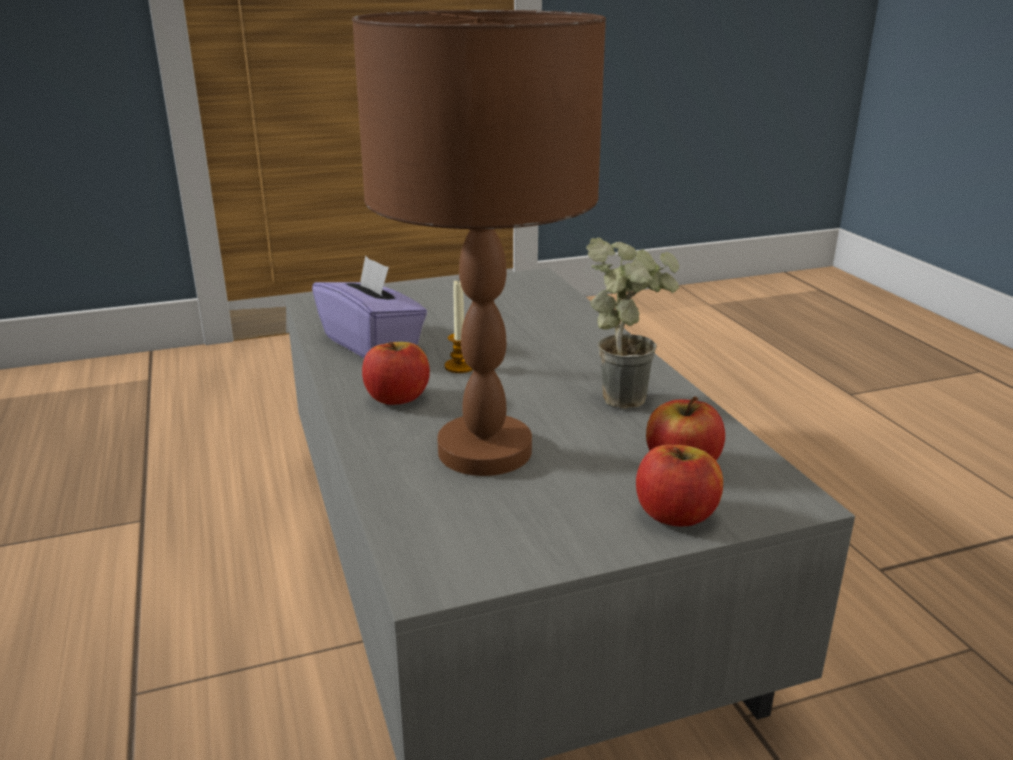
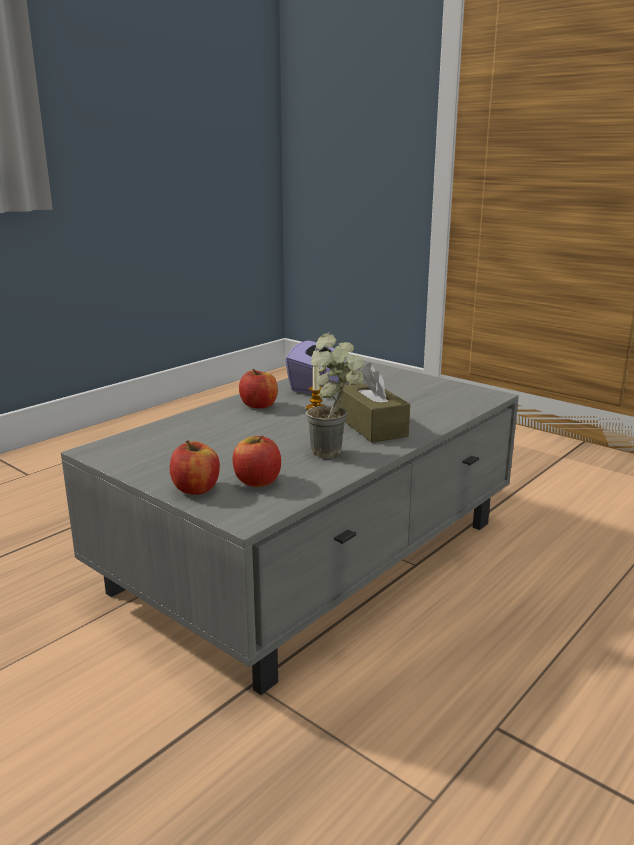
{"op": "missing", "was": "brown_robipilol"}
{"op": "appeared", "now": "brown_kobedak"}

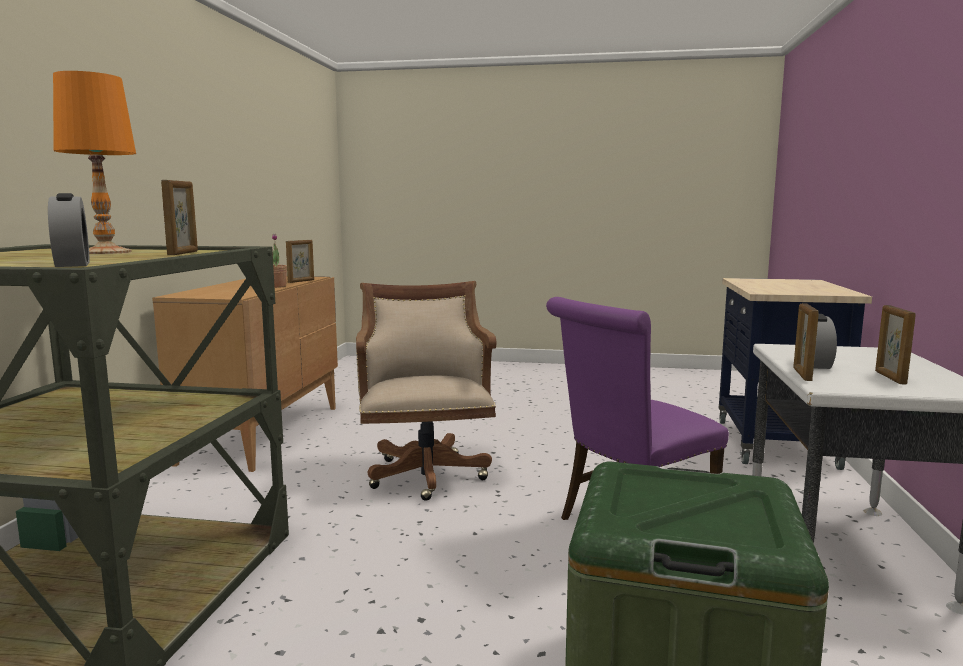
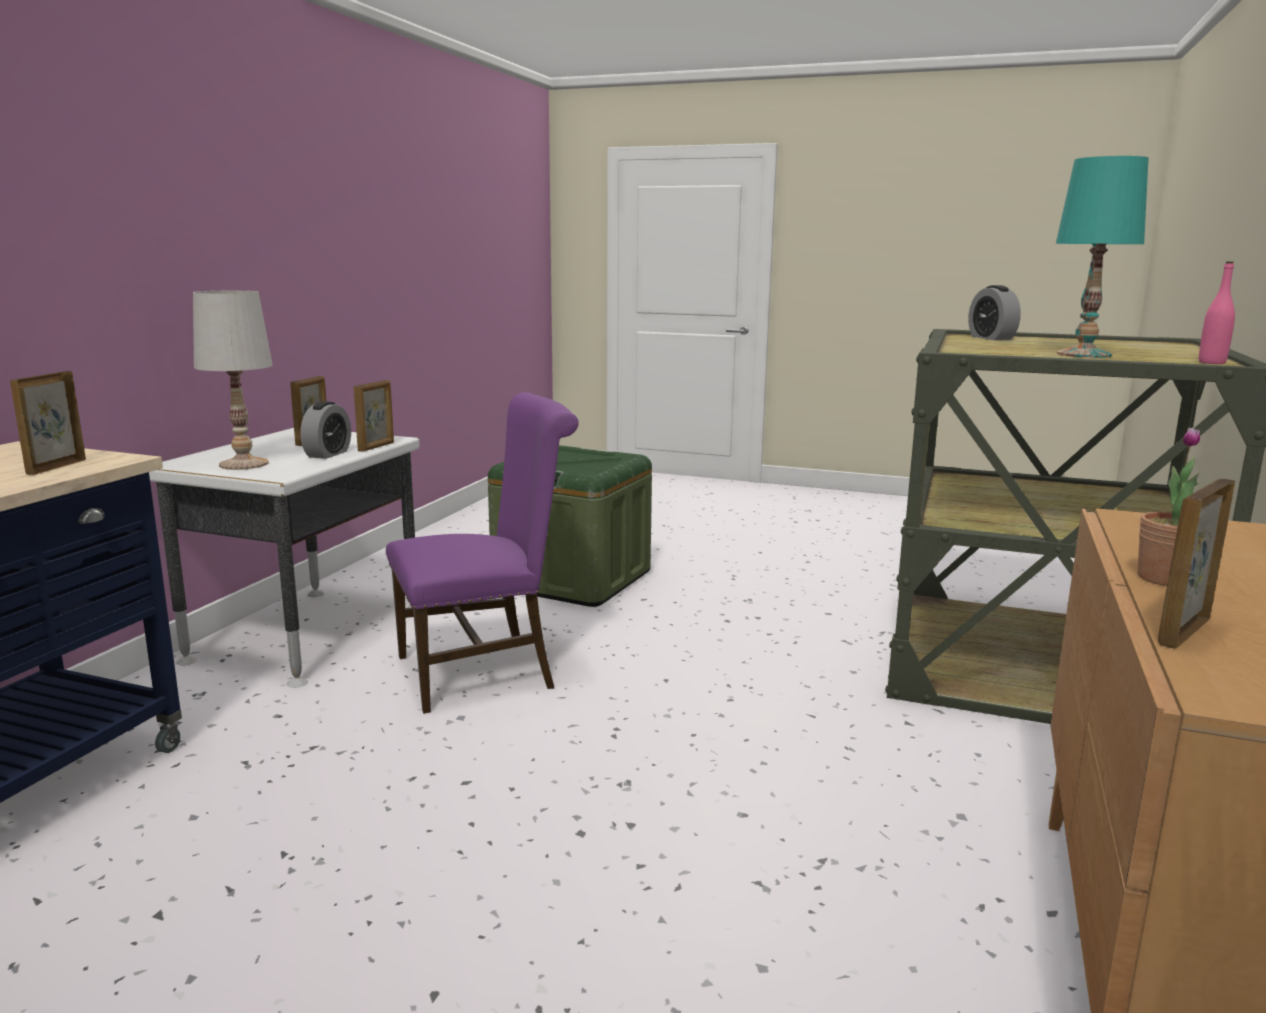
{"op": "colour", "was": "orange_robipilol", "now": "turquoise_robipilol"}
{"op": "relocated", "was": "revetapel (no. 1 from left)"}
{"op": "missing", "was": "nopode"}
{"op": "appeared", "now": "white_robipilol"}
{"op": "appeared", "now": "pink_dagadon"}

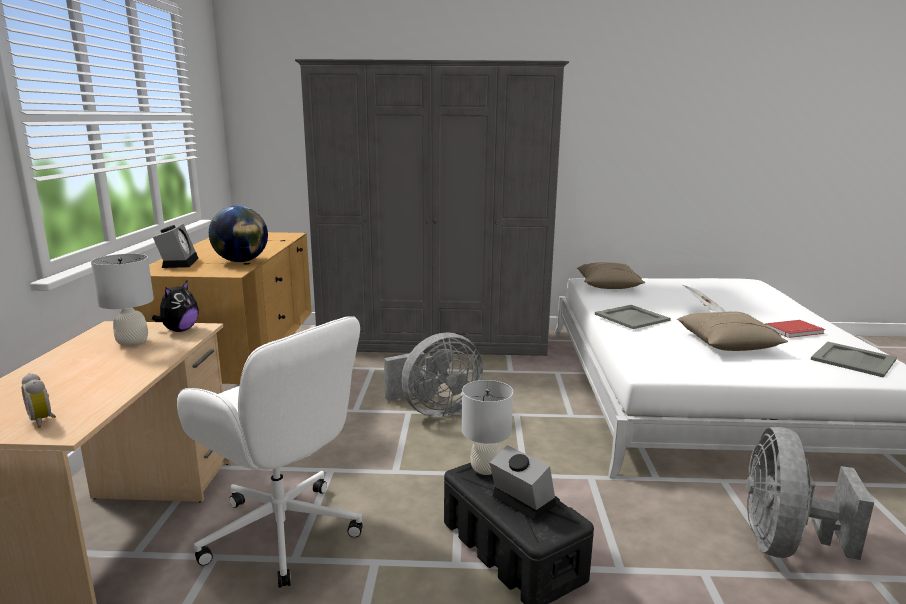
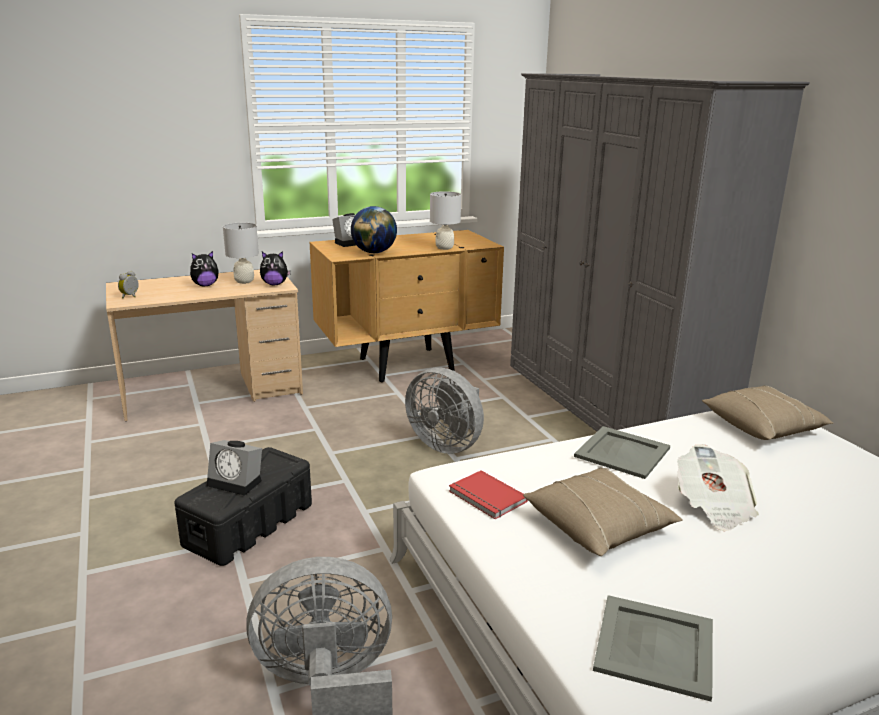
{"op": "missing", "was": "white_nopode"}
{"op": "relocated", "was": "grey_robipilol (no. 2 from left)"}
{"op": "spun", "was": "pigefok (no. 3 from left in the first image)", "clockwise": 90}
{"op": "relocated", "was": "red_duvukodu"}
{"op": "appeared", "now": "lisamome (no. 1 from left)"}

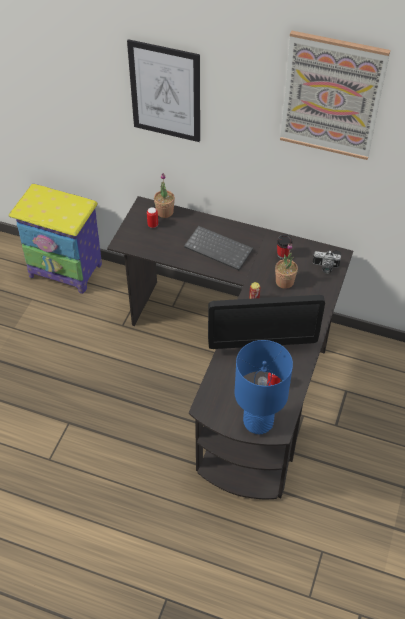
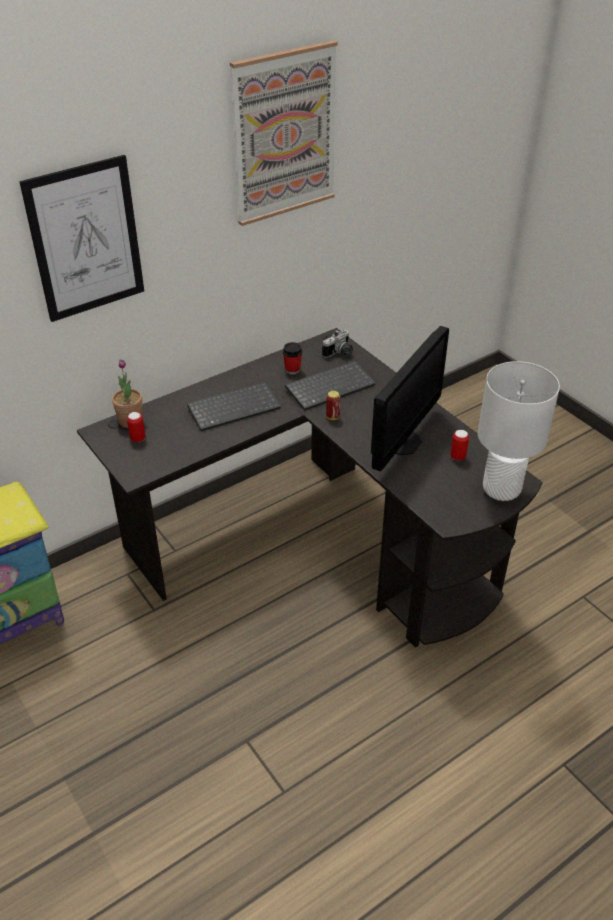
{"op": "colour", "was": "blue_robipilol", "now": "white_robipilol"}
{"op": "exchanged", "was": "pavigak (no. 2 from left)", "now": "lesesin (no. 2 from left)"}

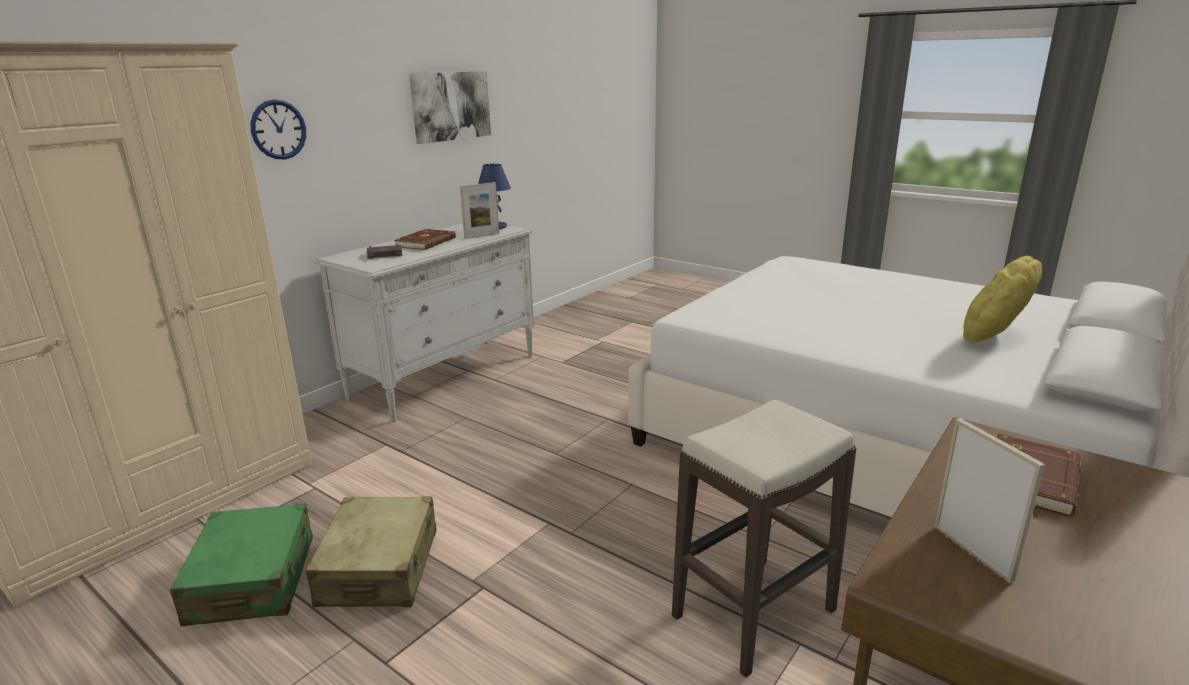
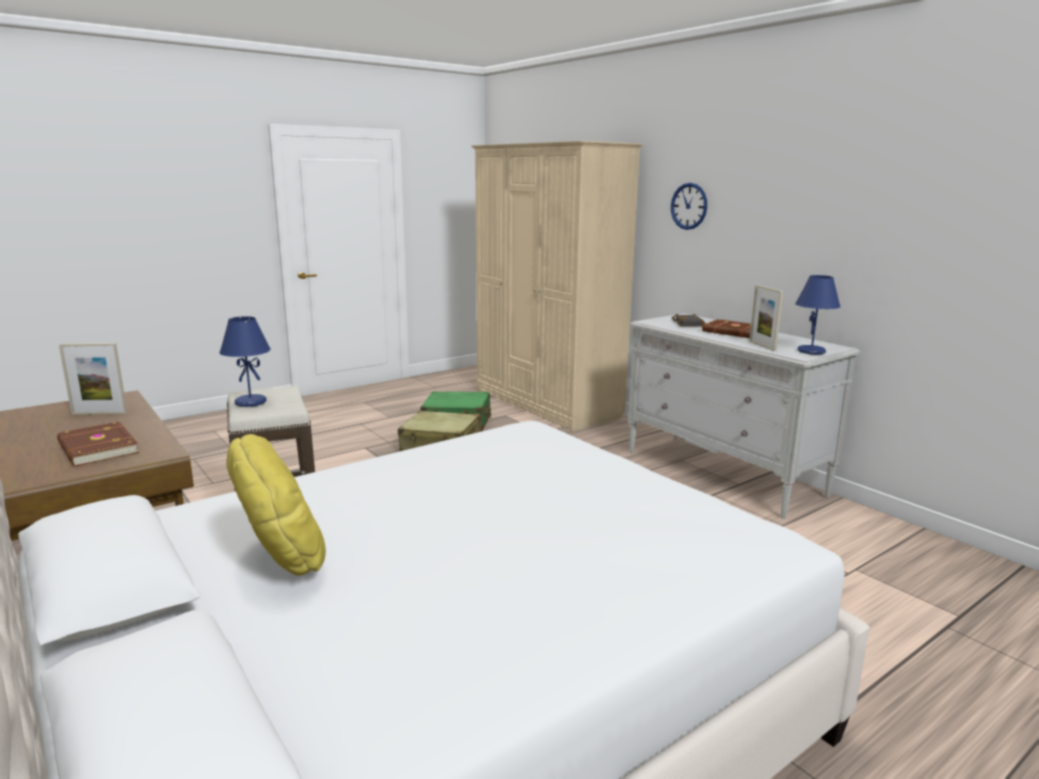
{"op": "missing", "was": "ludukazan"}
{"op": "appeared", "now": "blue_robipilol (no. 1 from left)"}

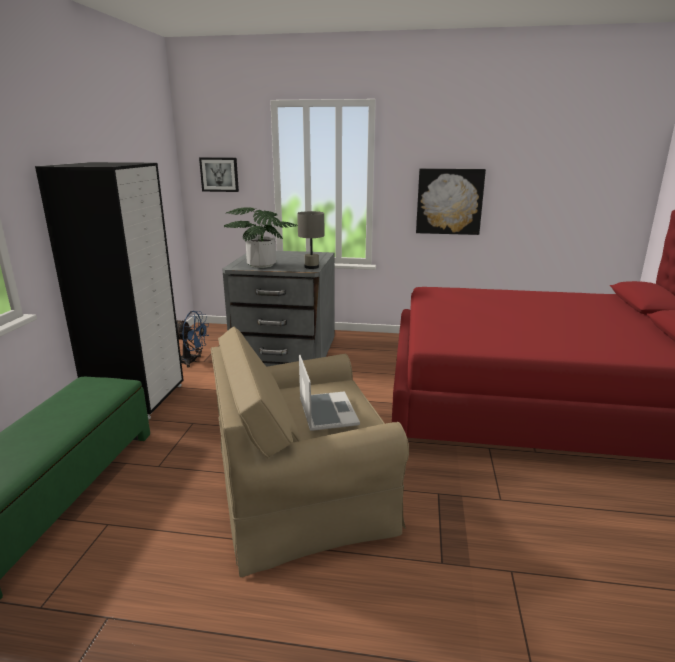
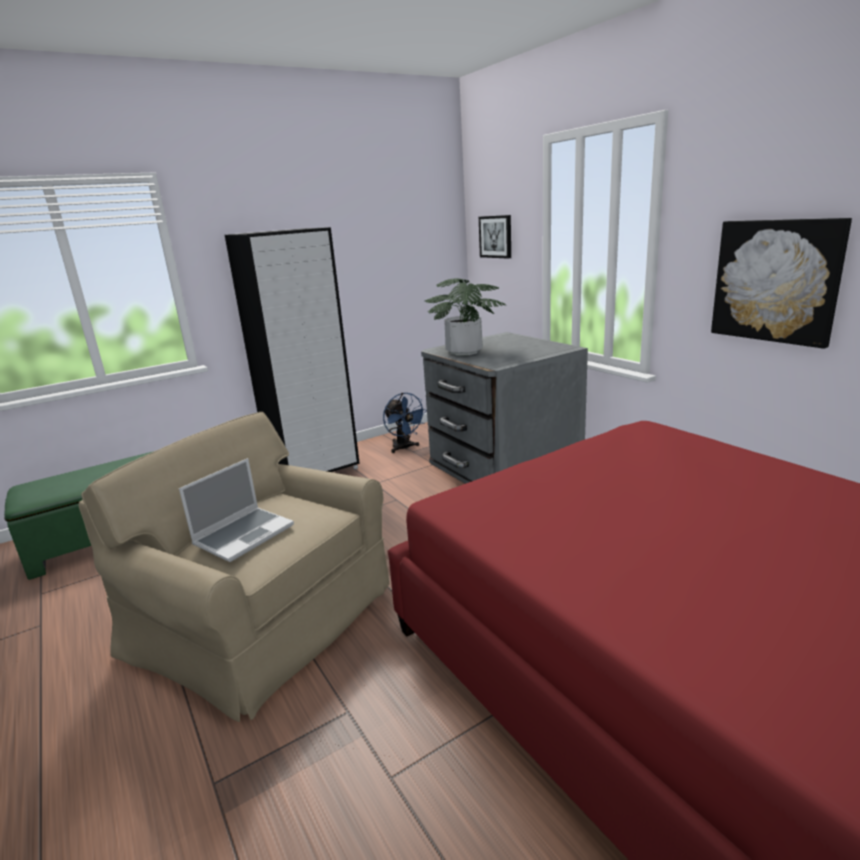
{"op": "missing", "was": "grey_robipilol"}

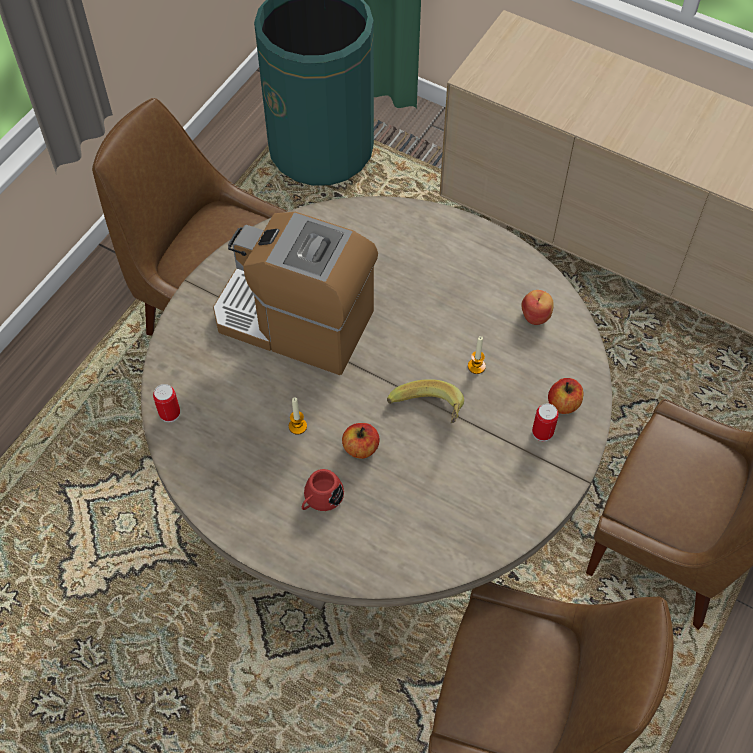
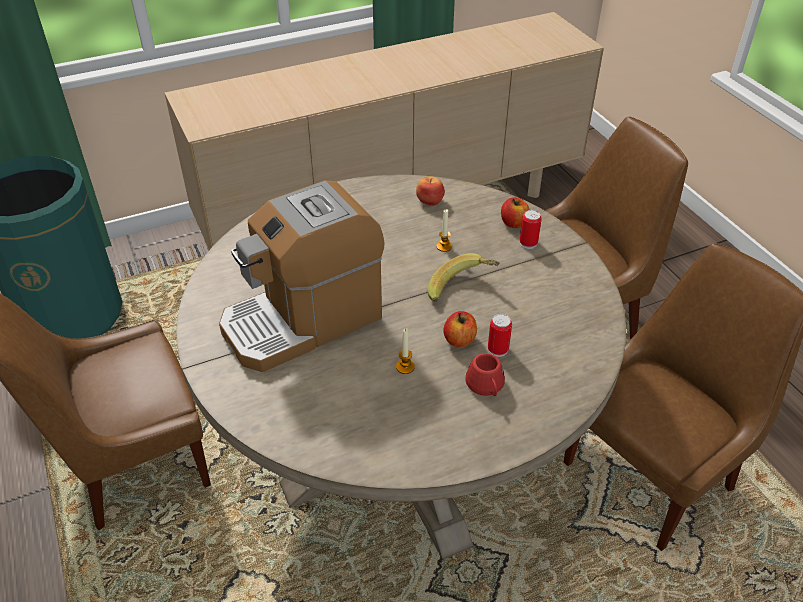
{"op": "relocated", "was": "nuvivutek (no. 1 from left)"}

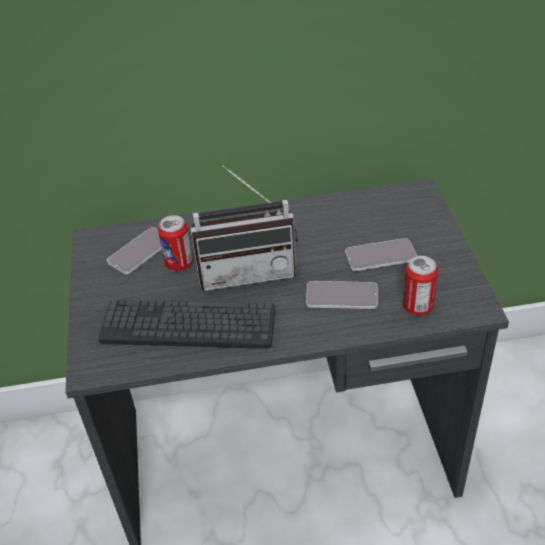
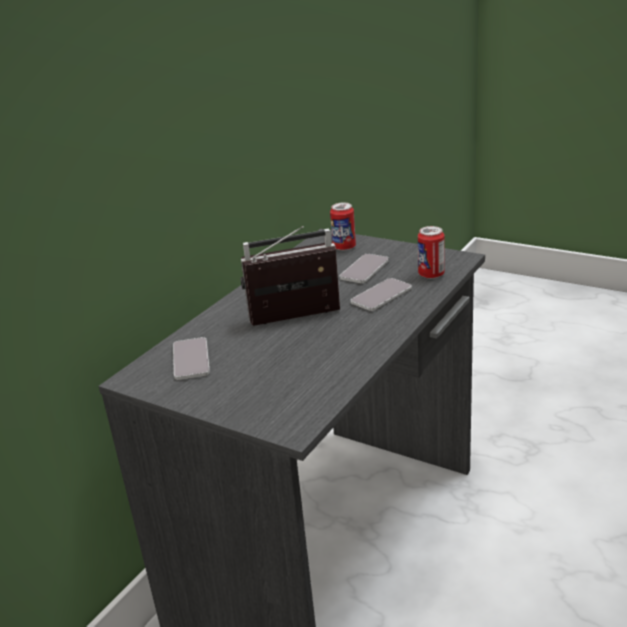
{"op": "missing", "was": "lesesin"}
{"op": "relocated", "was": "nuvivutek (no. 1 from left)"}
{"op": "spun", "was": "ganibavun", "clockwise": -135}

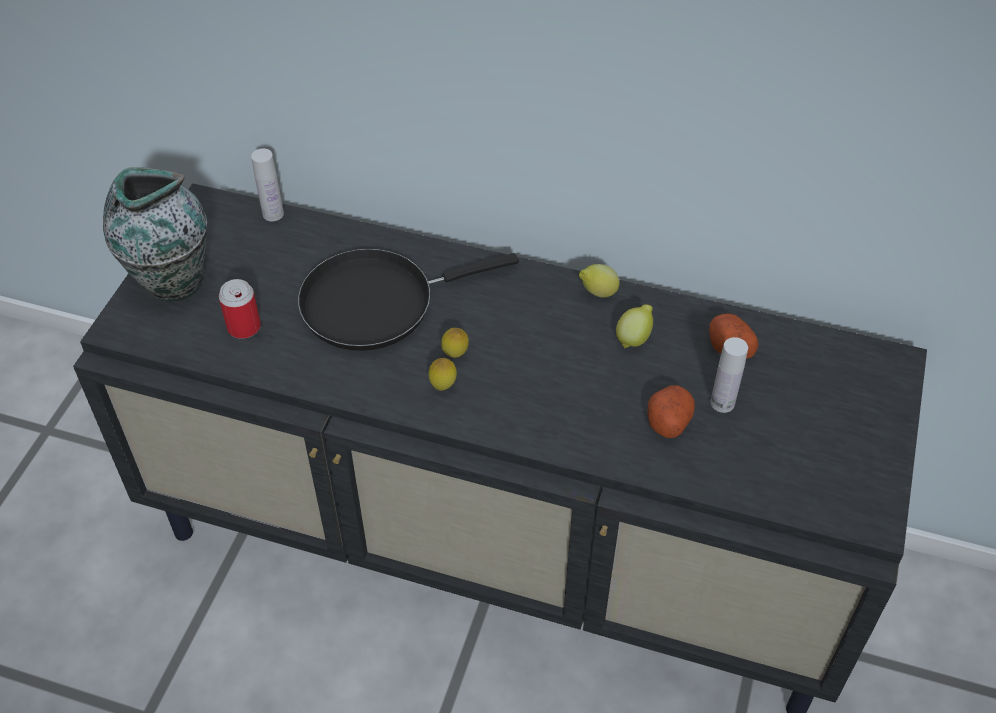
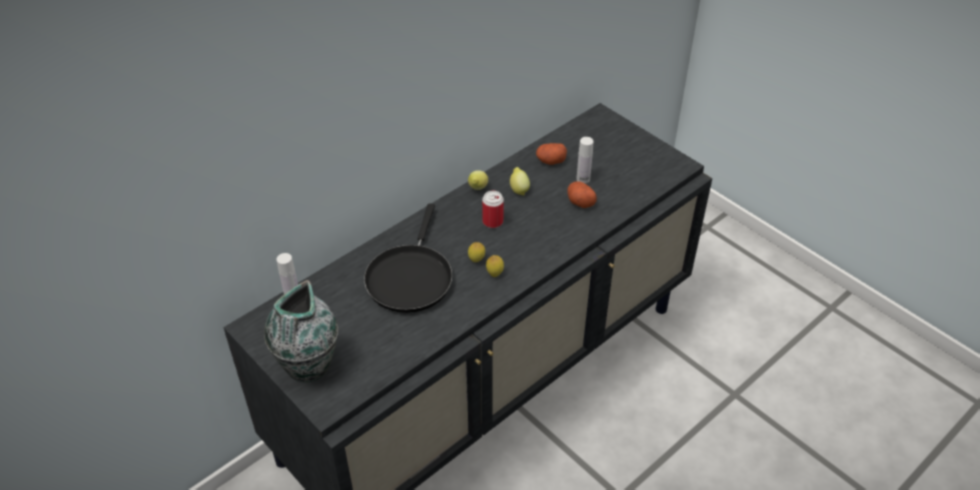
{"op": "relocated", "was": "nuvivutek"}

